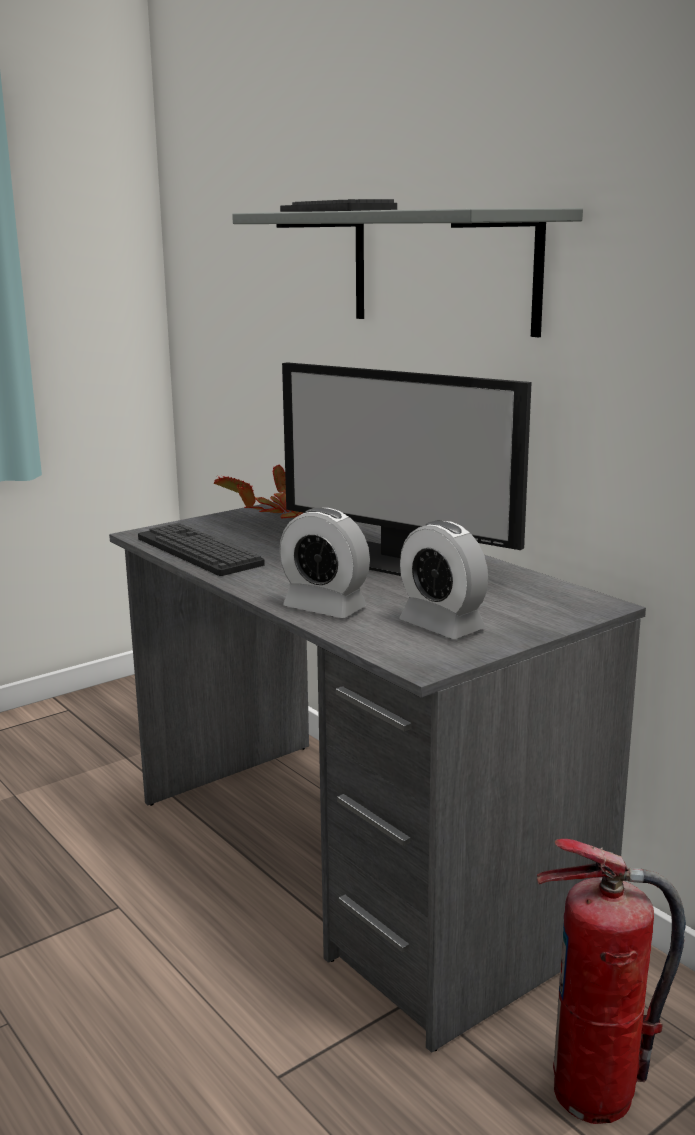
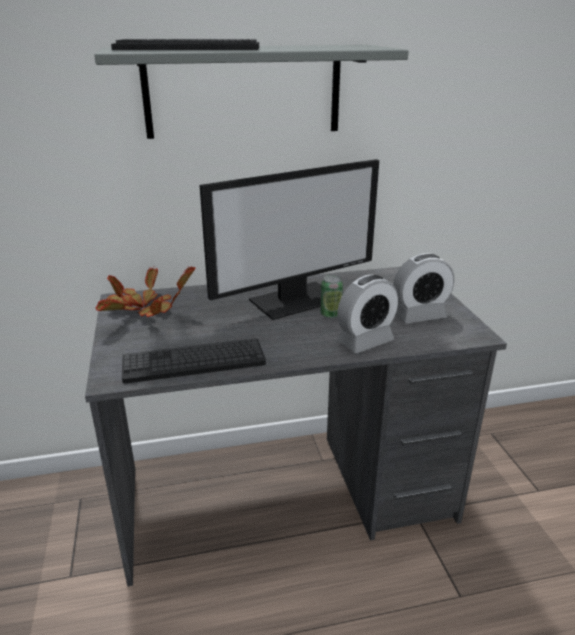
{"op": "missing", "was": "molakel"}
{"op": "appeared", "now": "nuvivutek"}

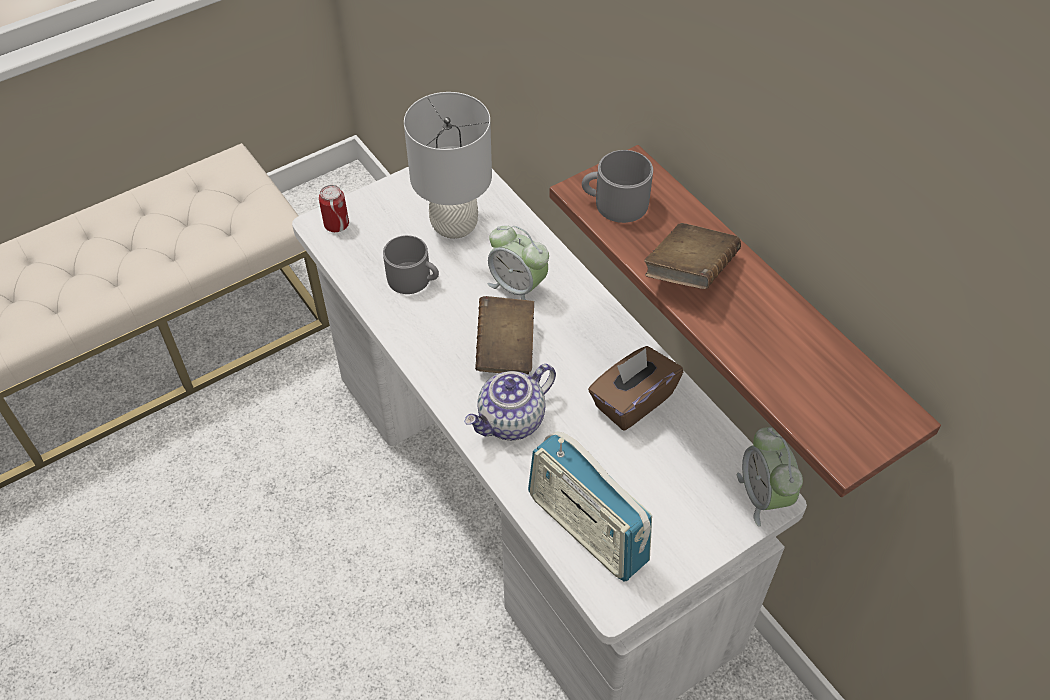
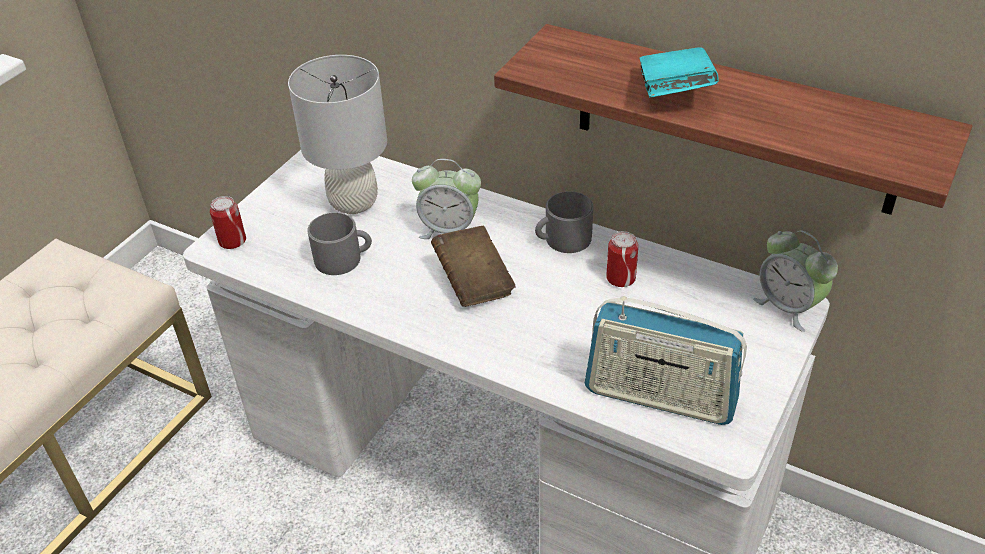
{"op": "missing", "was": "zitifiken"}
{"op": "relocated", "was": "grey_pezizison (no. 2 from left)"}
{"op": "exchanged", "was": "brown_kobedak", "now": "nuvivutek (no. 2 from left)"}
{"op": "colour", "was": "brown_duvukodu (no. 2 from left)", "now": "turquoise_duvukodu"}

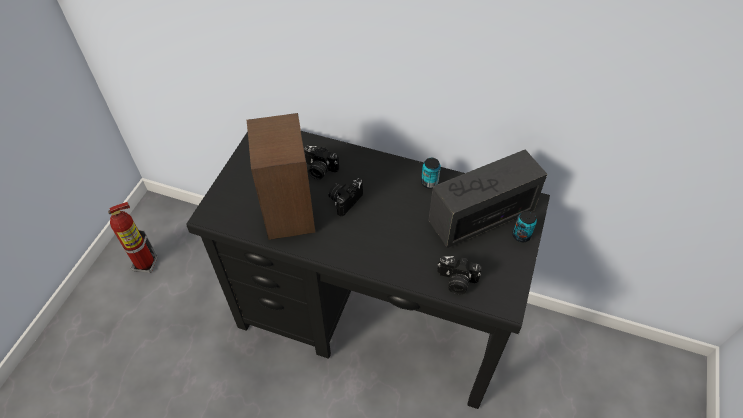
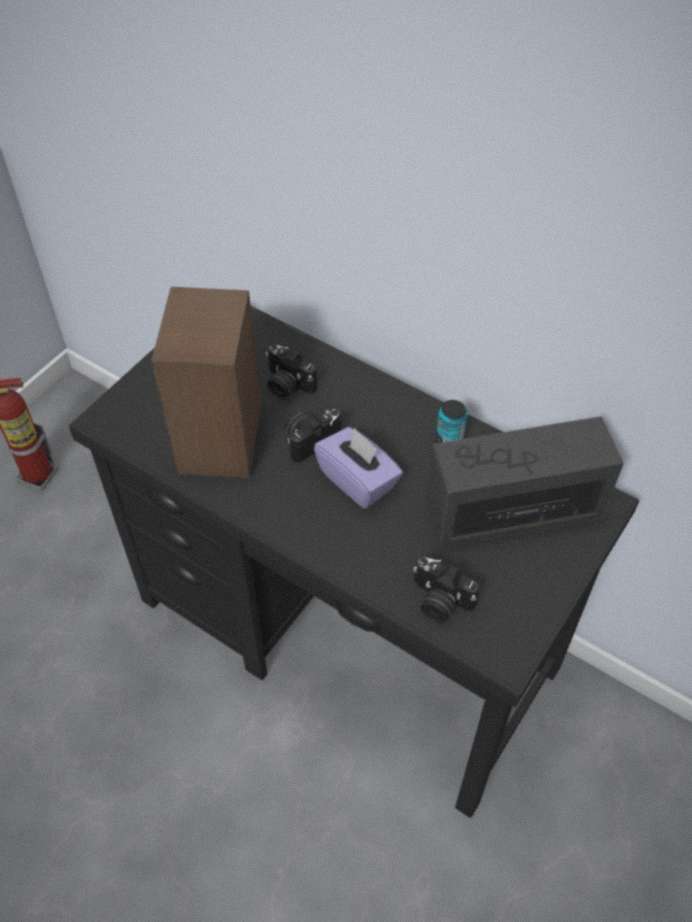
{"op": "missing", "was": "nuvivutek (no. 2 from left)"}
{"op": "appeared", "now": "purple_kobedak"}

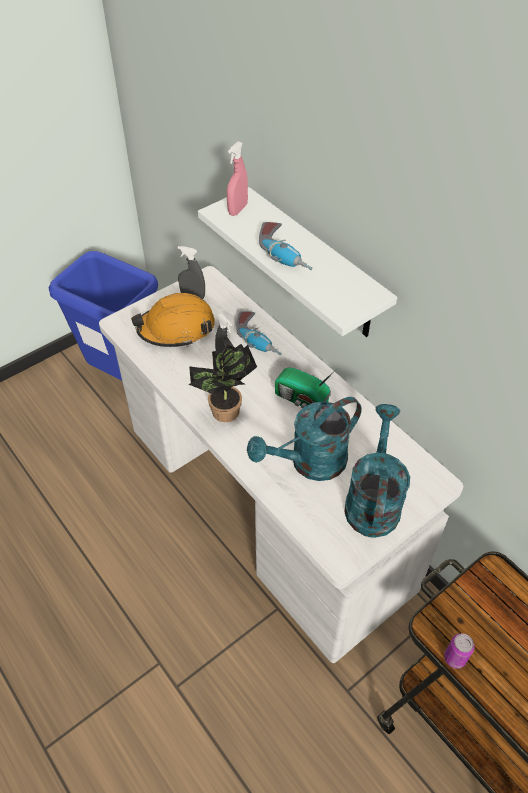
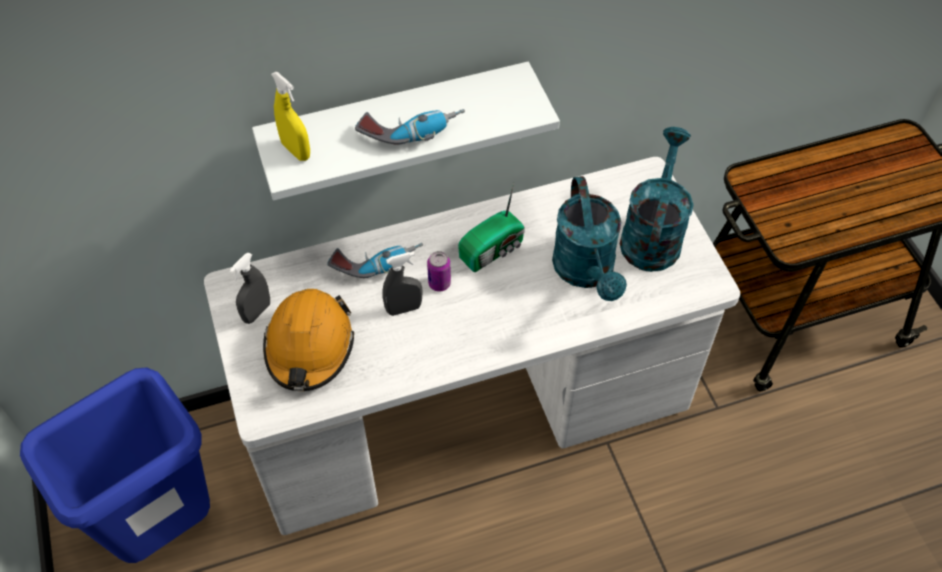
{"op": "missing", "was": "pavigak"}
{"op": "colour", "was": "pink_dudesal", "now": "yellow_dudesal"}
{"op": "spun", "was": "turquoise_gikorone (no. 2 from left)", "clockwise": 75}
{"op": "relocated", "was": "nuvivutek"}

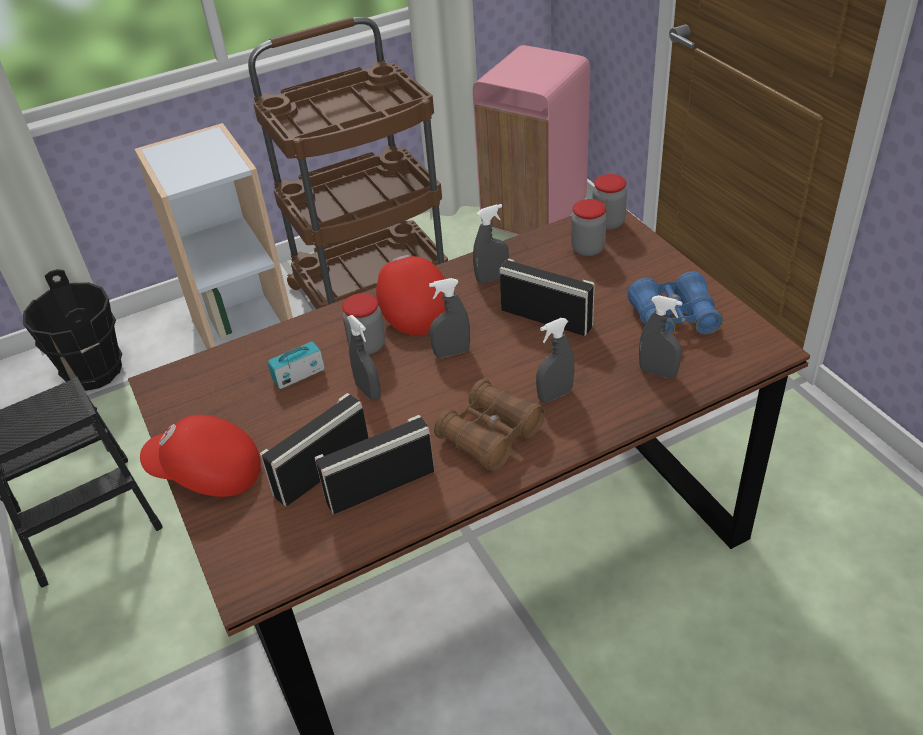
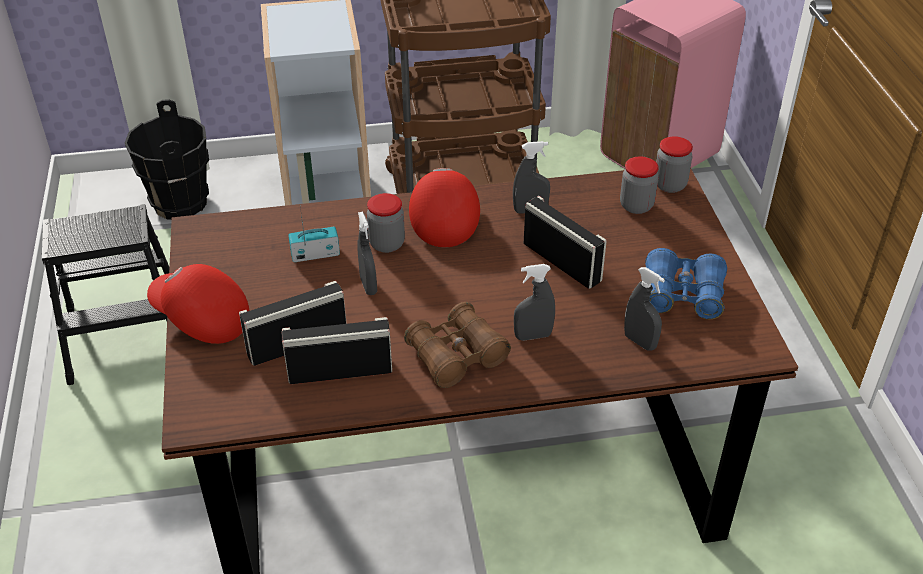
{"op": "missing", "was": "grey_dudesal (no. 2 from left)"}

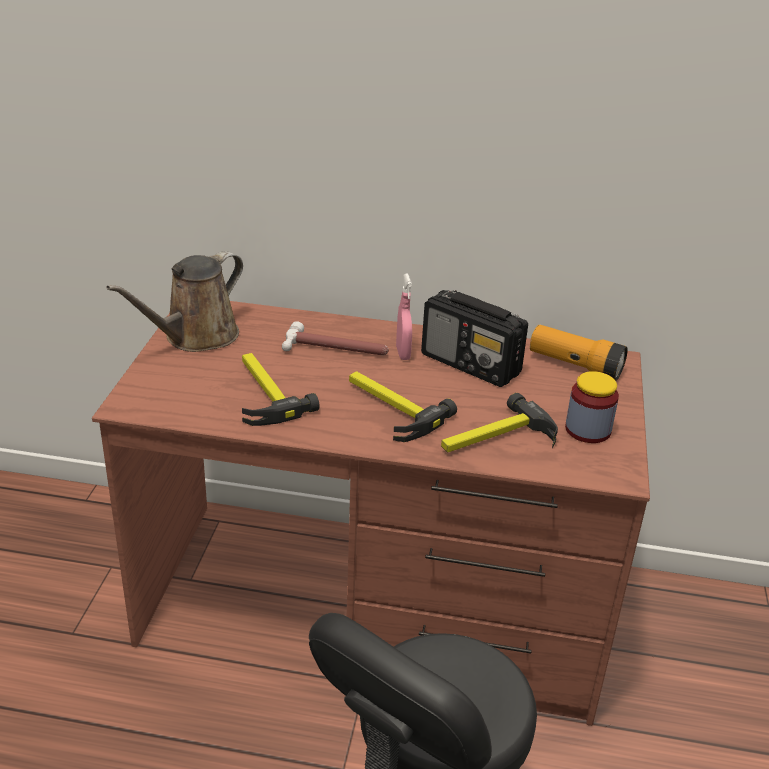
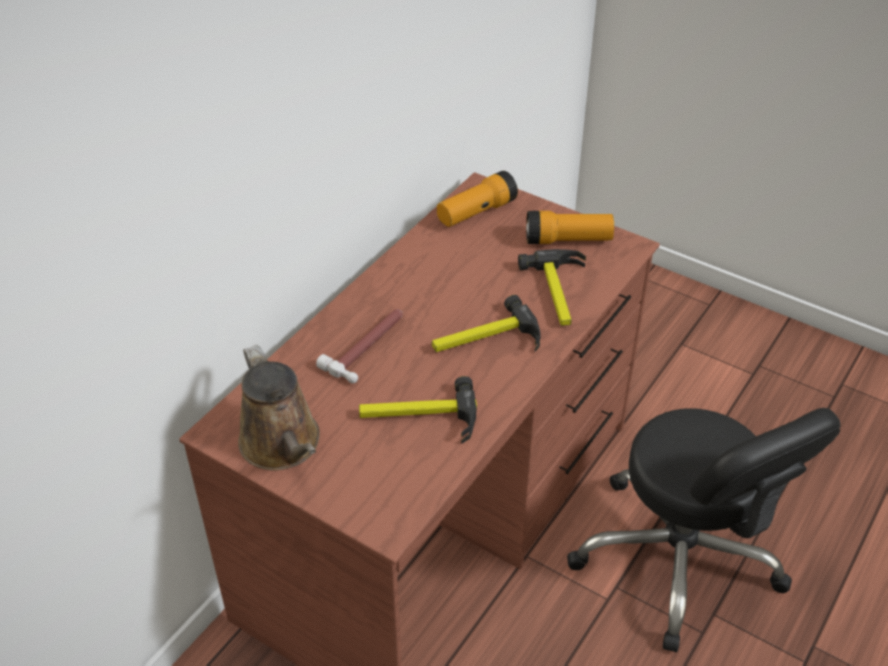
{"op": "missing", "was": "pink_dudesal"}
{"op": "missing", "was": "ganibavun"}
{"op": "exchanged", "was": "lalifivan", "now": "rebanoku (no. 2 from left)"}

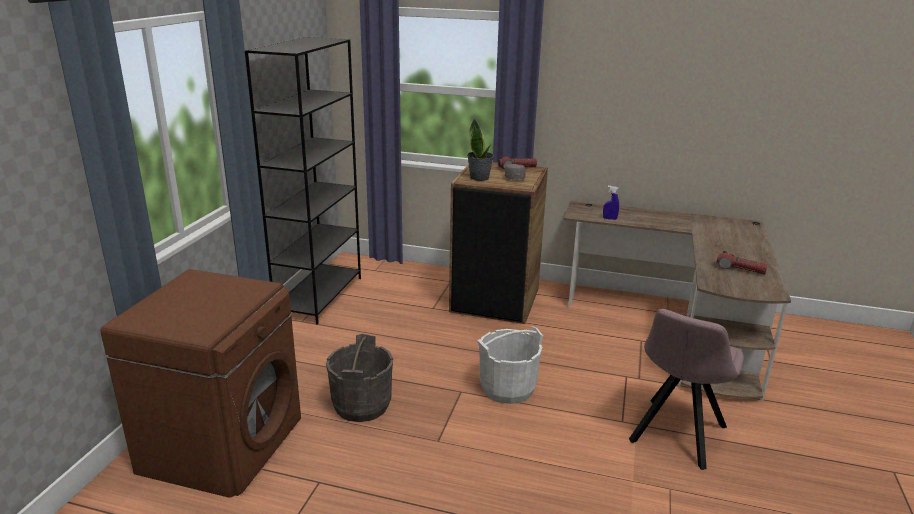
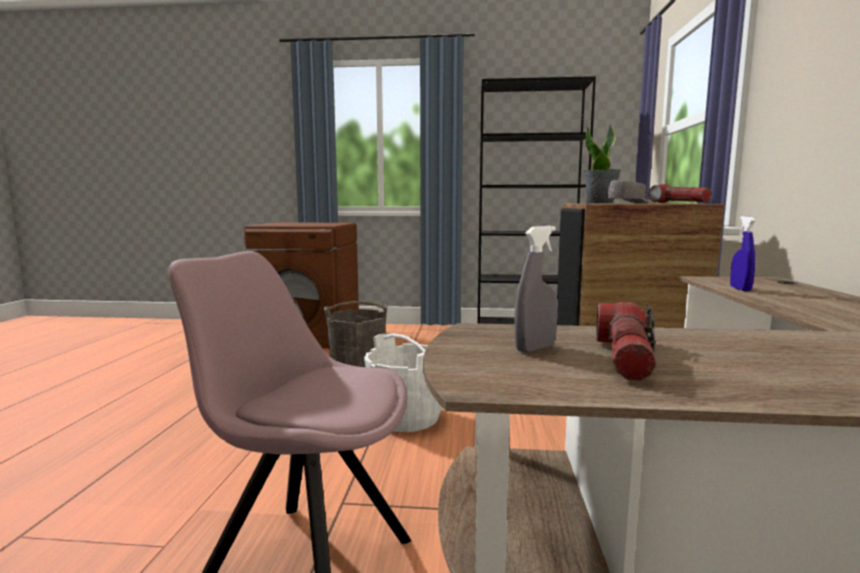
{"op": "appeared", "now": "grey_dudesal"}

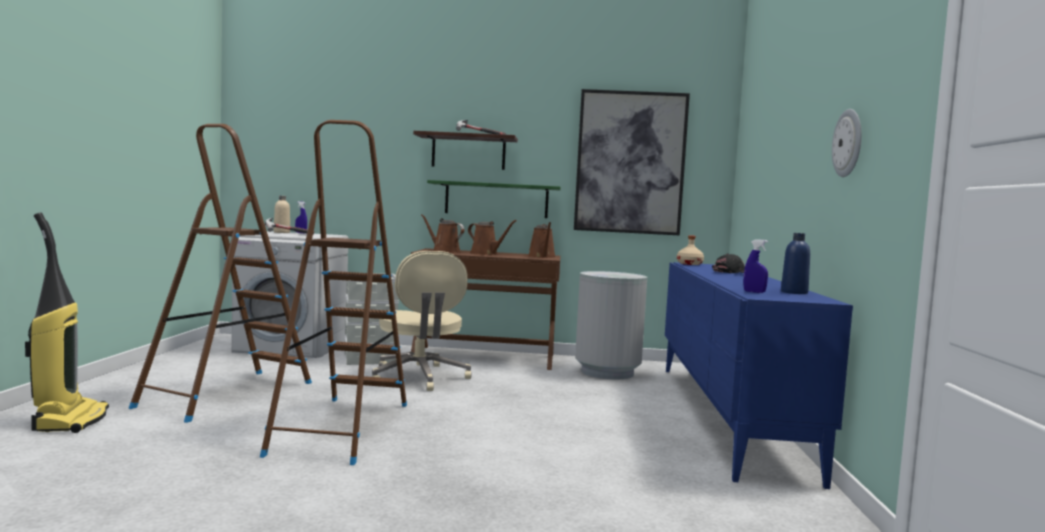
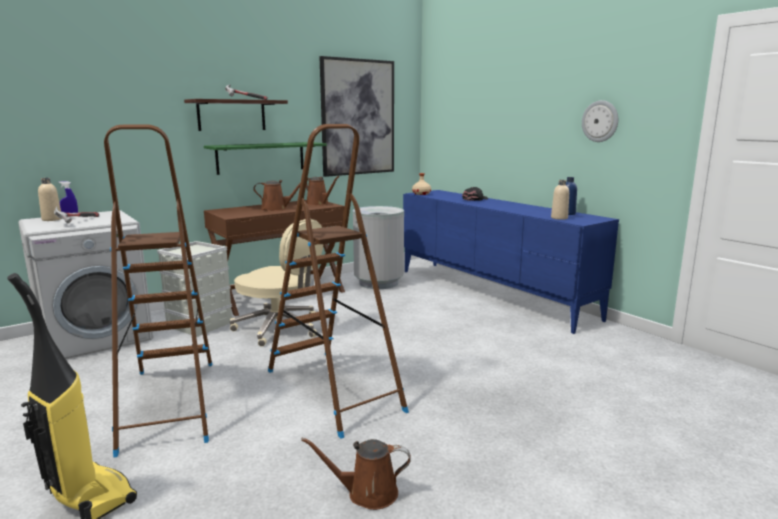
{"op": "relocated", "was": "brown_gikorone (no. 1 from left in the first image)", "now": "brown_gikorone (no. 3 from left)"}
{"op": "exchanged", "was": "blue_dudesal (no. 2 from left)", "now": "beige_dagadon (no. 3 from left)"}

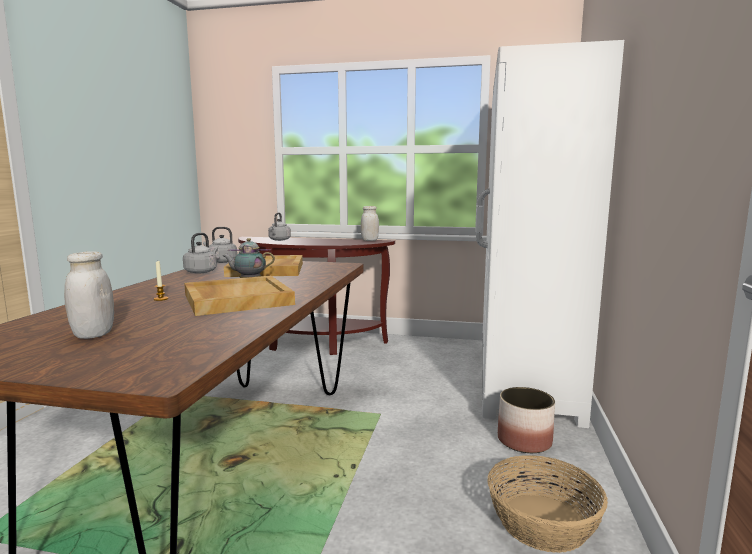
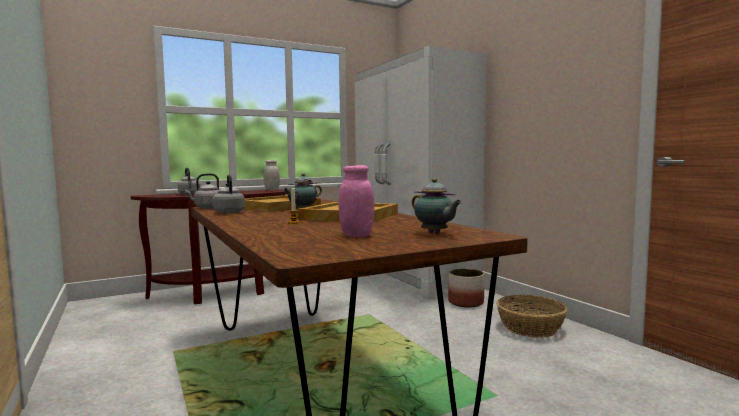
{"op": "colour", "was": "white_lalifivan (no. 1 from left)", "now": "pink_lalifivan"}
{"op": "appeared", "now": "zitifiken (no. 2 from left)"}

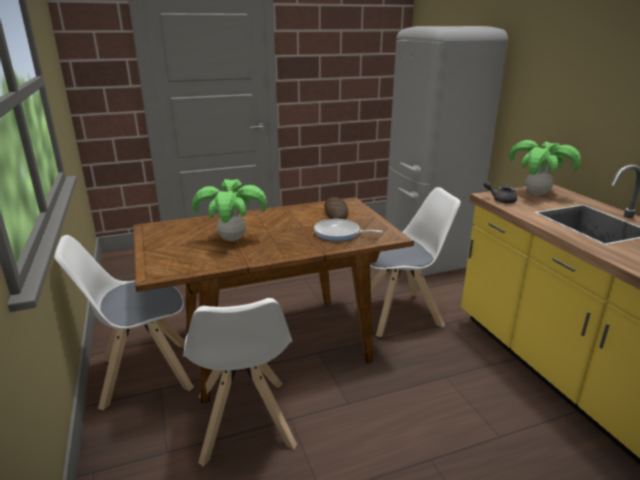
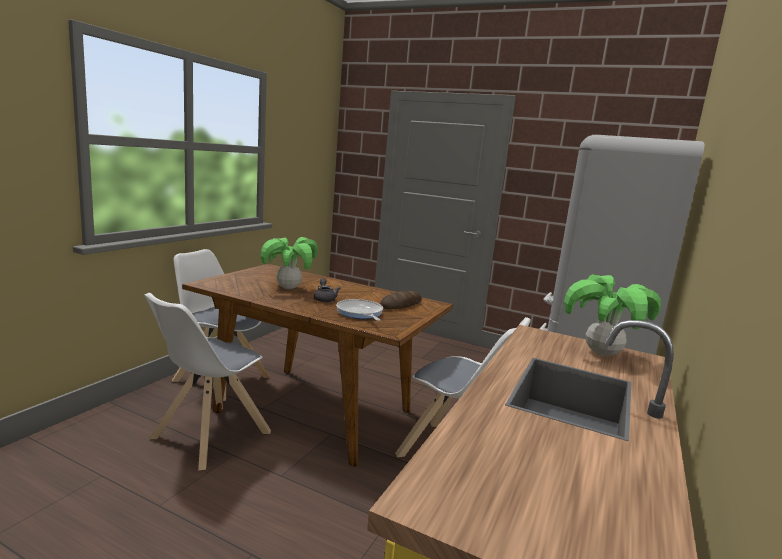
{"op": "relocated", "was": "grey_zitifiken"}

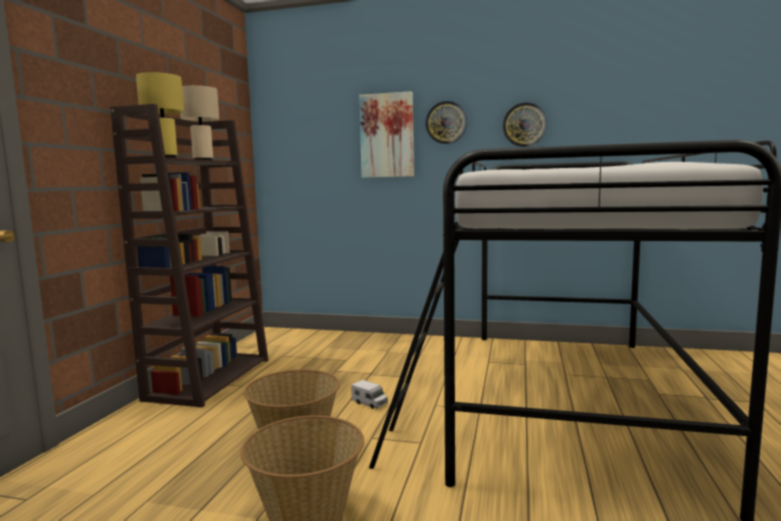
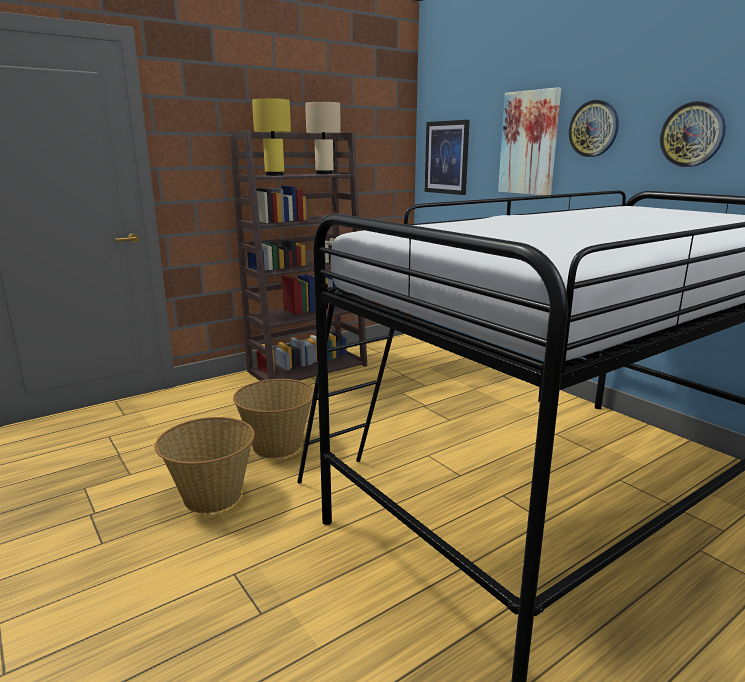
{"op": "missing", "was": "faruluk"}
{"op": "appeared", "now": "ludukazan (no. 1 from left)"}

